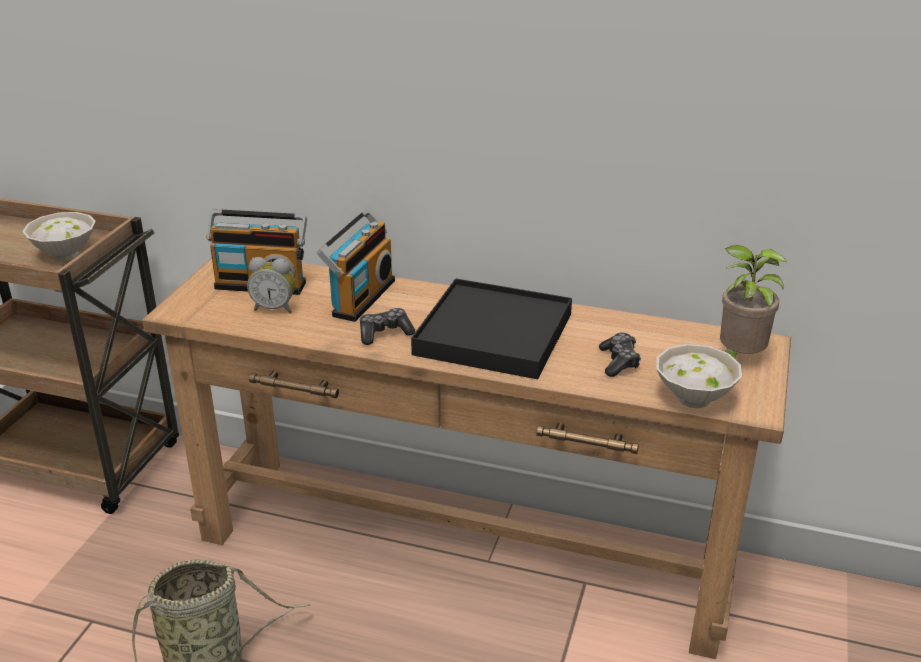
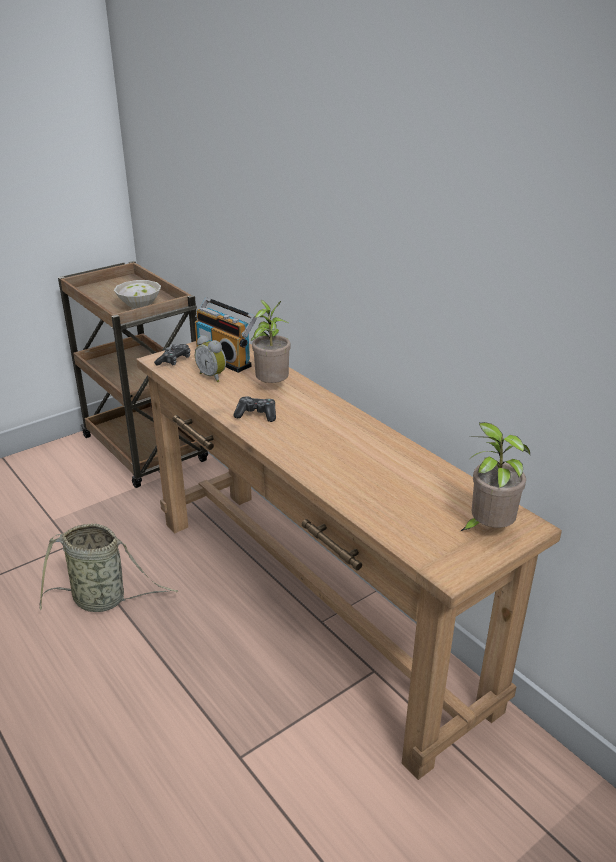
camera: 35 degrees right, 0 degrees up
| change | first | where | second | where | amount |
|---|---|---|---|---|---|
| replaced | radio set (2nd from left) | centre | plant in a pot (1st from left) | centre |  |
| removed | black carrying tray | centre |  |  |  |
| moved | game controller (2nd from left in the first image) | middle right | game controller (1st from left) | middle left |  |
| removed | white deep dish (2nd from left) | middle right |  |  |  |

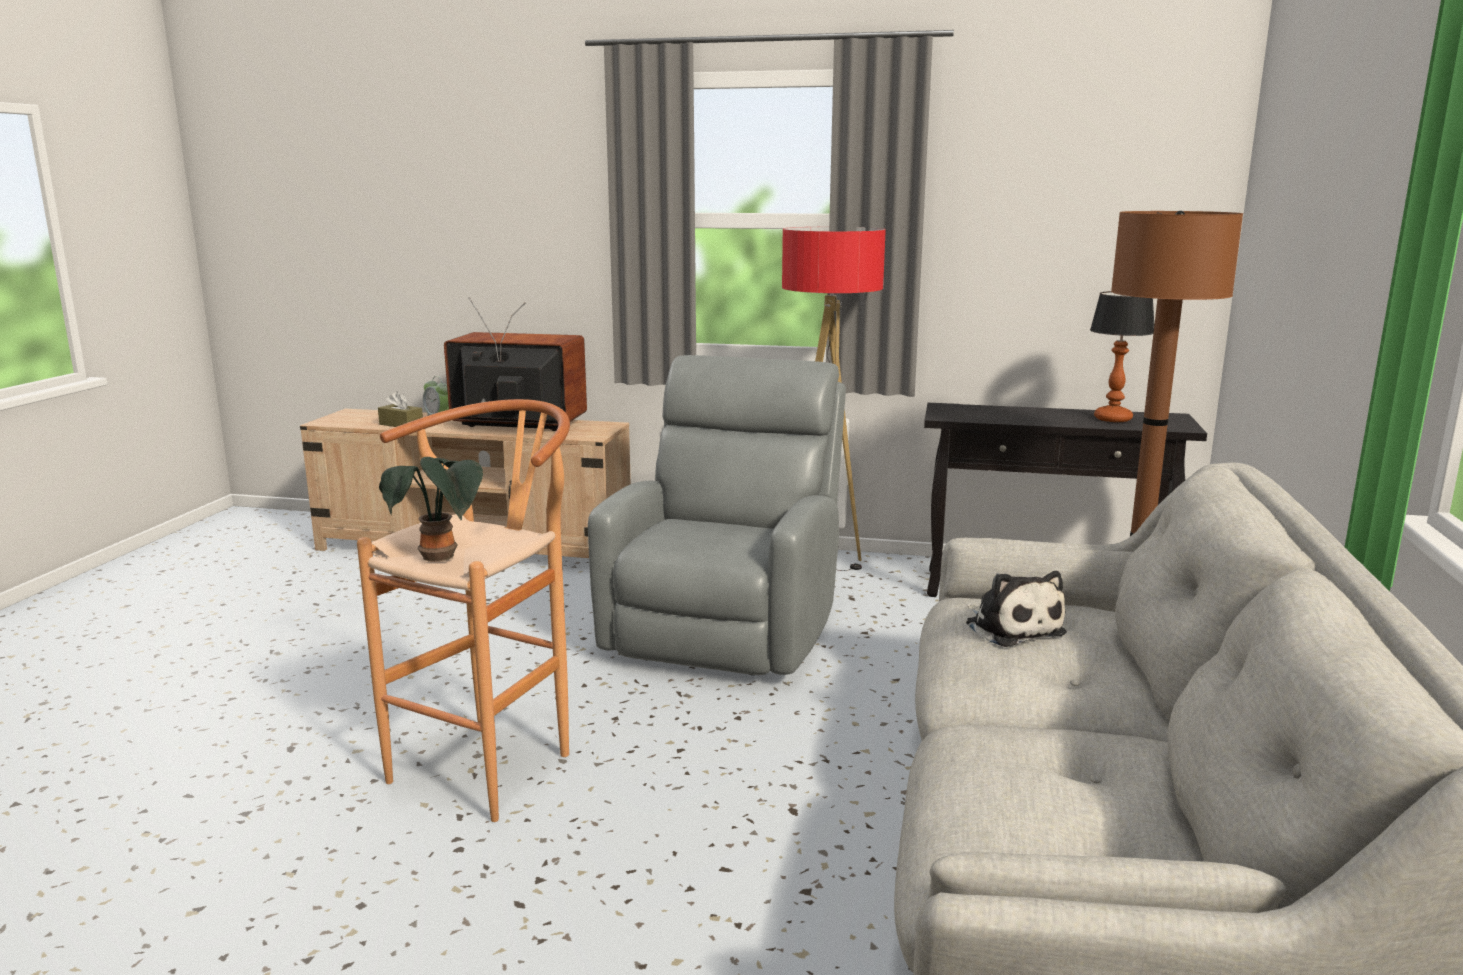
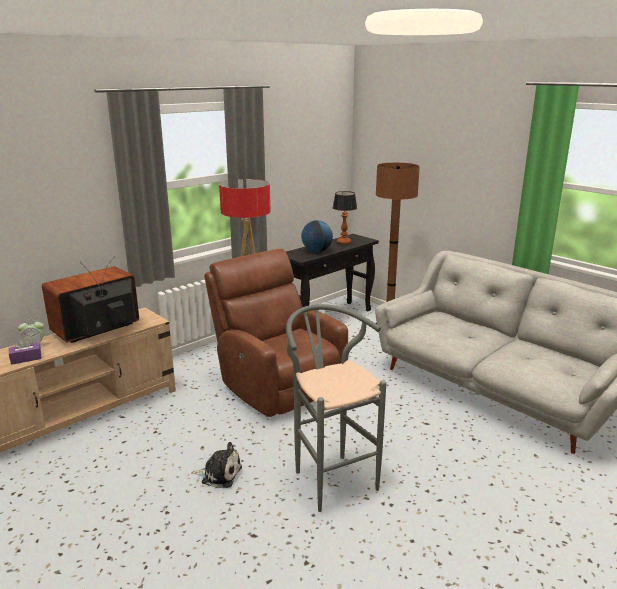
camera: 55 degrees left, 5 degrees up
| change | first | where | second | where | amount |
|---|---|---|---|---|---|
| recoloured | gray easy chair | centre | brown easy chair | centre |  |
| recoloured | brown box of tissues | middle left | purplish box of tissues | middle left |  |
| recoloured | brown sitting stool | middle left | gray sitting stool | bottom centre |  |
| removed | plant in a pot | middle left |  |  |  |
| moved | cuddly toy | middle right |  | bottom centre |  |
| added |  |  | globe | centre |  |

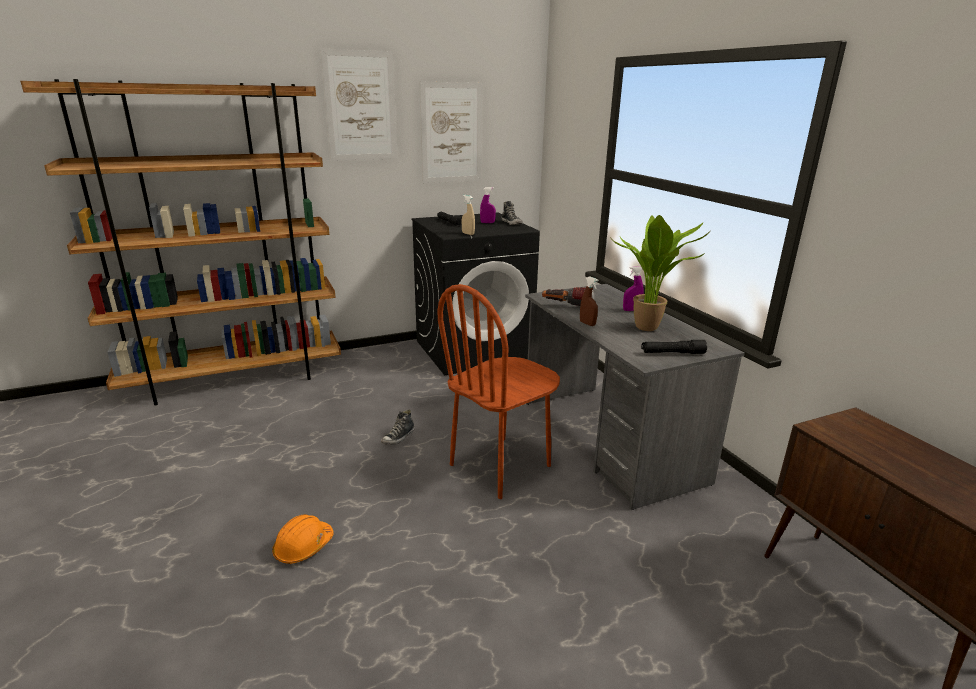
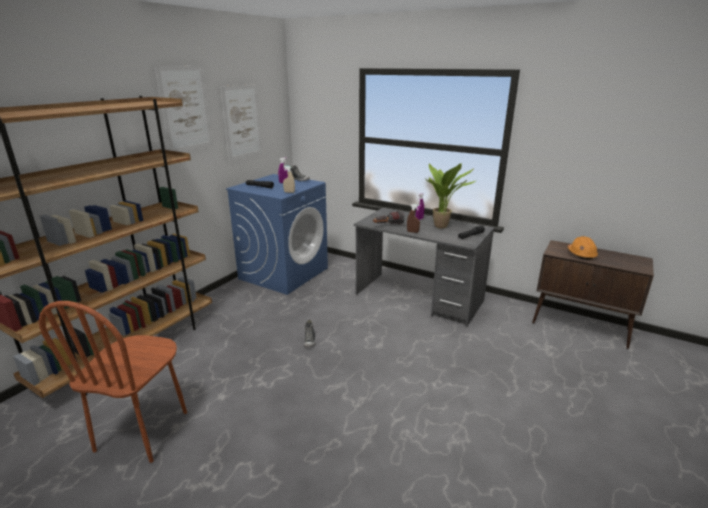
camera: 35 degrees left, 0 degrees up
| change | first | where | second | where | amount |
|---|---|---|---|---|---|
| recoloured | black laundry machine | centre | bluish laundry machine | centre |  |
| moved | brown upright chair | centre |  | bottom left |  |
| moved | orange-coloured work helmet | bottom left |  | middle right |  |

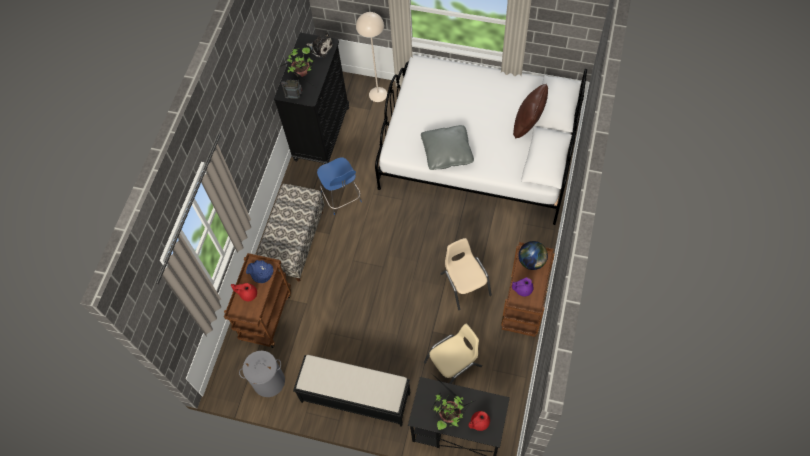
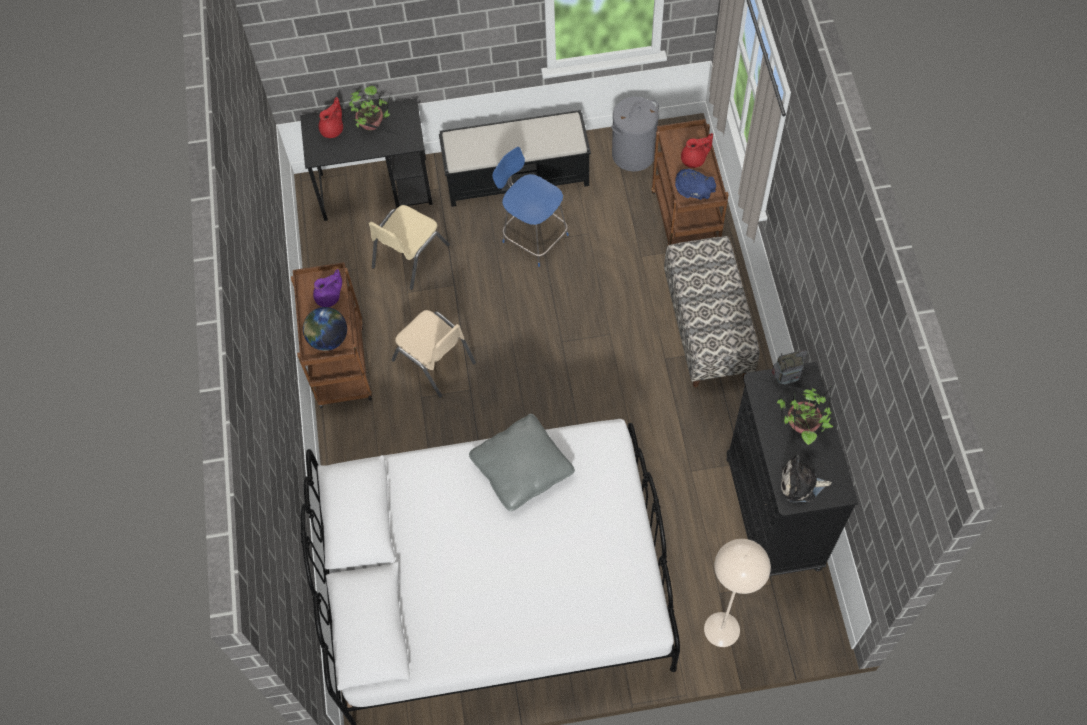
camera: 155 degrees right, 0 degrees up
| change | first | where | second | where | amount |
|---|---|---|---|---|---|
| removed | brown cushion | top centre |  |  |  |
| moved | bluish upright chair | centre |  | top centre |  |

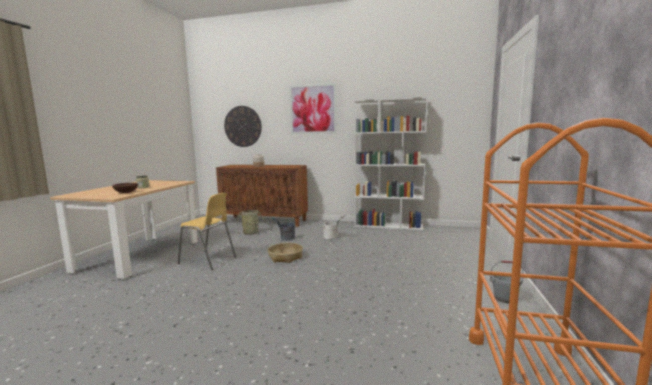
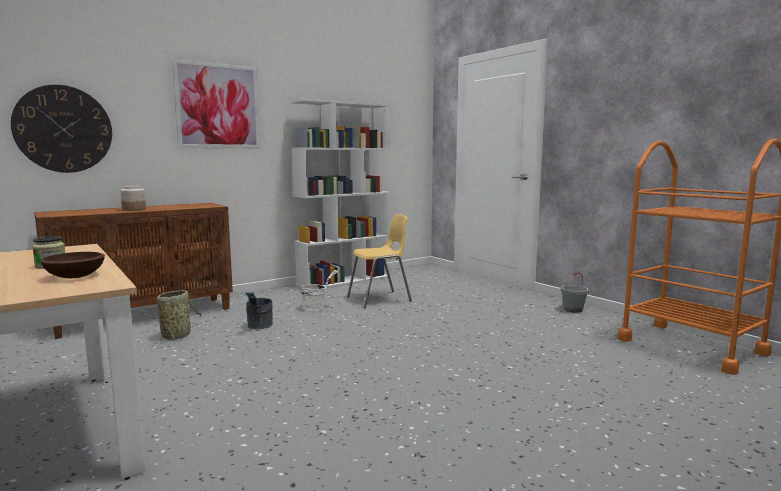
camera: 50 degrees left, 0 degrees up
| change | first | where | second | where | amount |
|---|---|---|---|---|---|
| moved | yellowish upright chair | middle left |  | centre |  |
| removed | household basket (2nd from left) | centre |  |  |  |

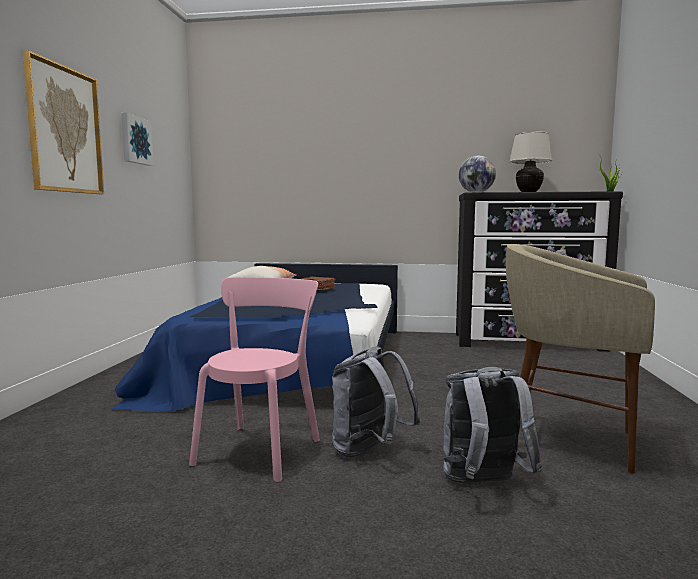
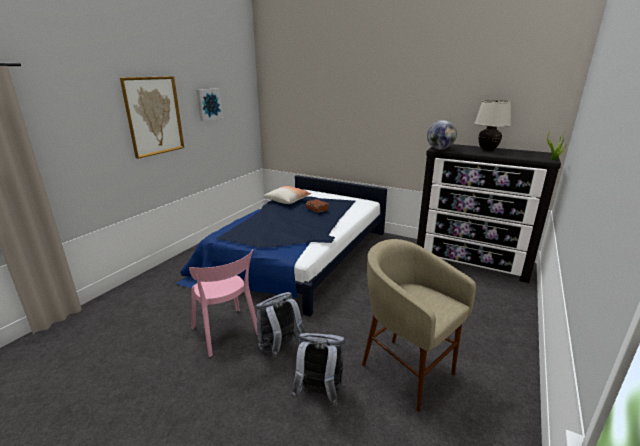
camera: 20 degrees right, 15 degrees up
| change | first | where | second | where | amount |
|---|---|---|---|---|---|
| turned | pinkish upright chair | centre |  | bottom centre | 105 degrees clockwise |

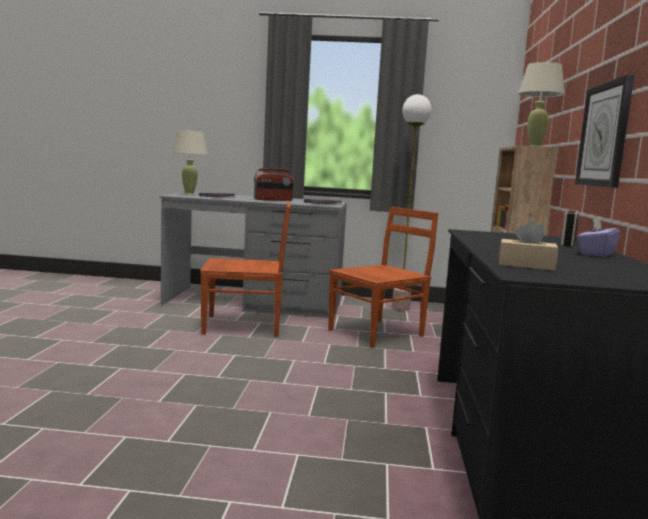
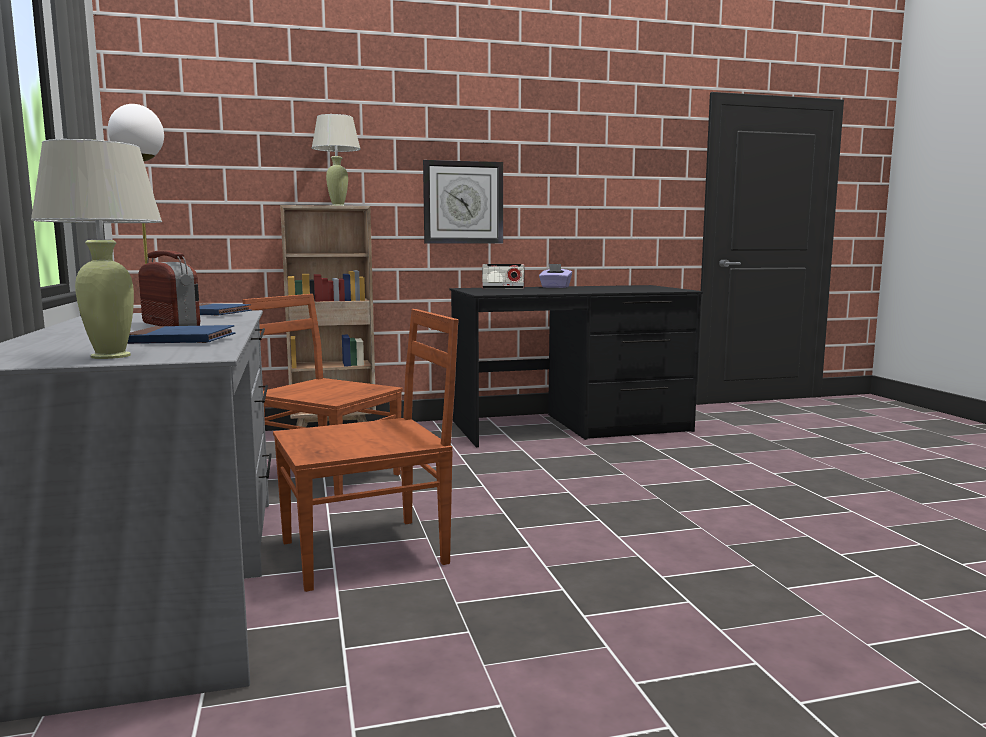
camera: 110 degrees left, 0 degrees up
| change | first | where | second | where | amount |
|---|---|---|---|---|---|
| turned | brown upright chair (1st from left in the first image) | centre | brown upright chair (2nd from left) | centre | 90 degrees clockwise |
| removed | beige-coloured box of tissues | middle right |  |  |  |

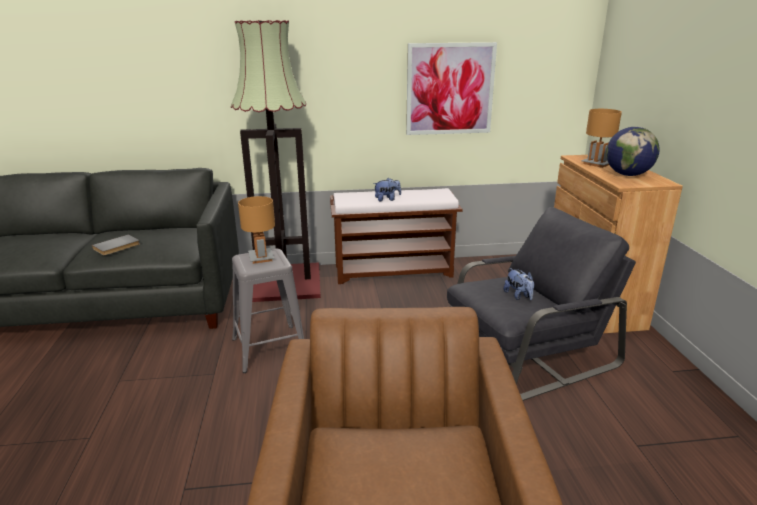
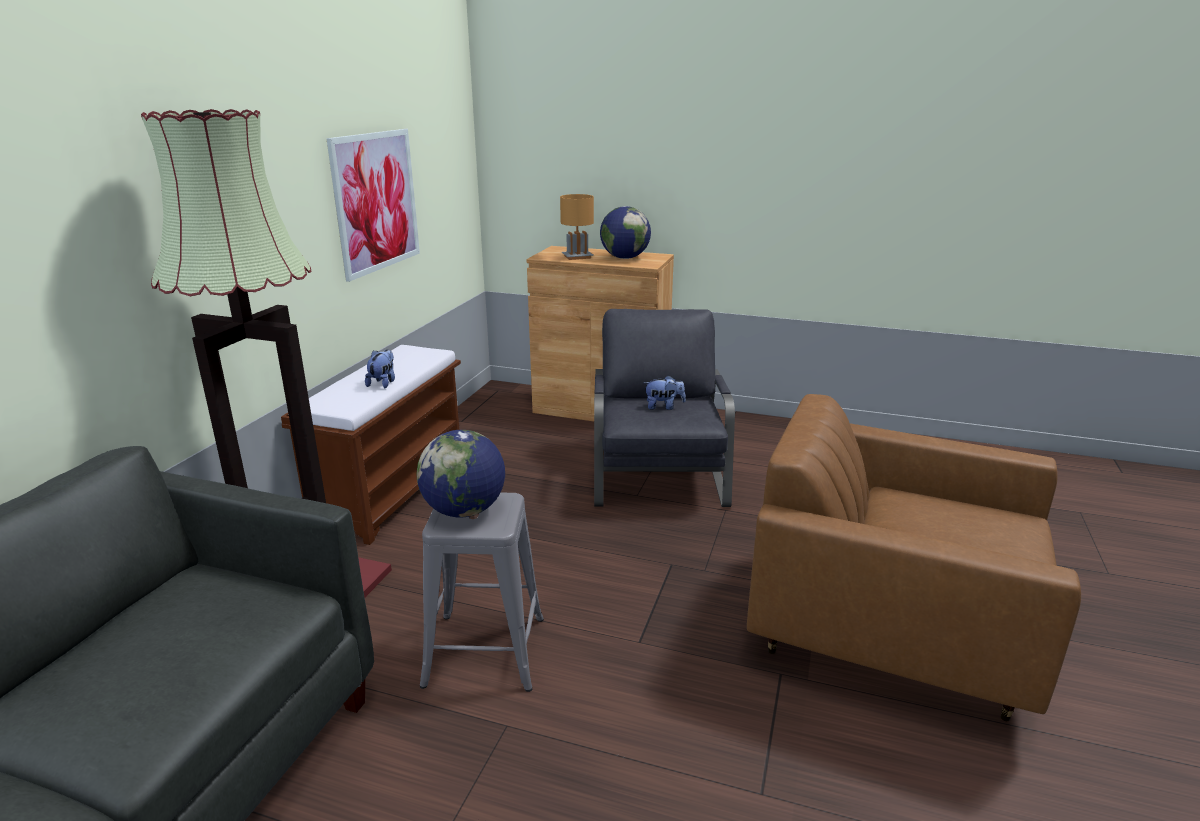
camera: 65 degrees left, 0 degrees up
| change | first | where | second | where | amount |
|---|---|---|---|---|---|
| replaced | brown tabletop lamp (1st from left) | centre | globe (1st from left) | centre |  |
| removed | gray book | middle left |  |  |  |

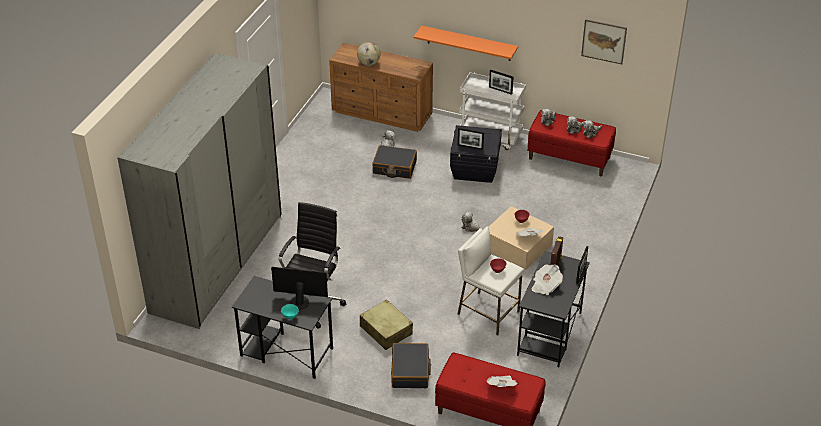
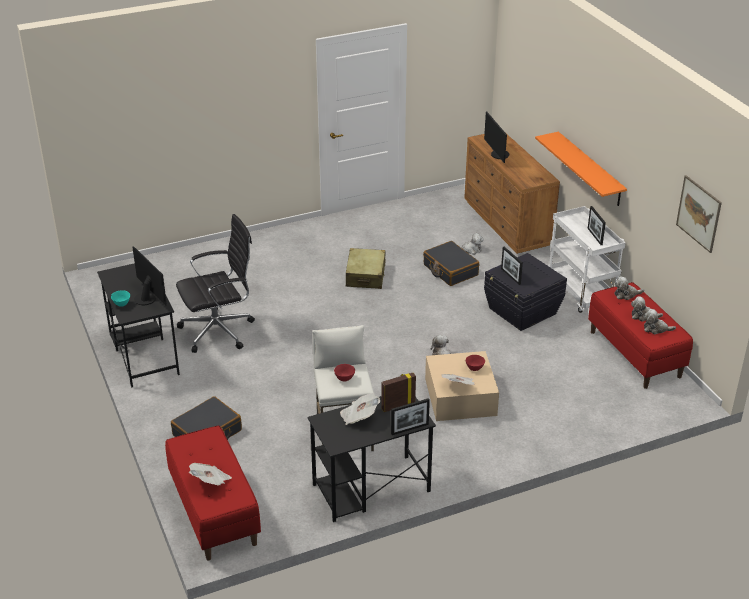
camera: 45 degrees right, 5 degrees down
| change | first | where | second | where | amount |
|---|---|---|---|---|---|
| replaced | globe | top centre | monitor (2nd from left) | top centre |  |
| removed | gray armoire | middle left |  |  |  |
| moved | beige-coloured suitcase | bottom centre |  | centre |  |

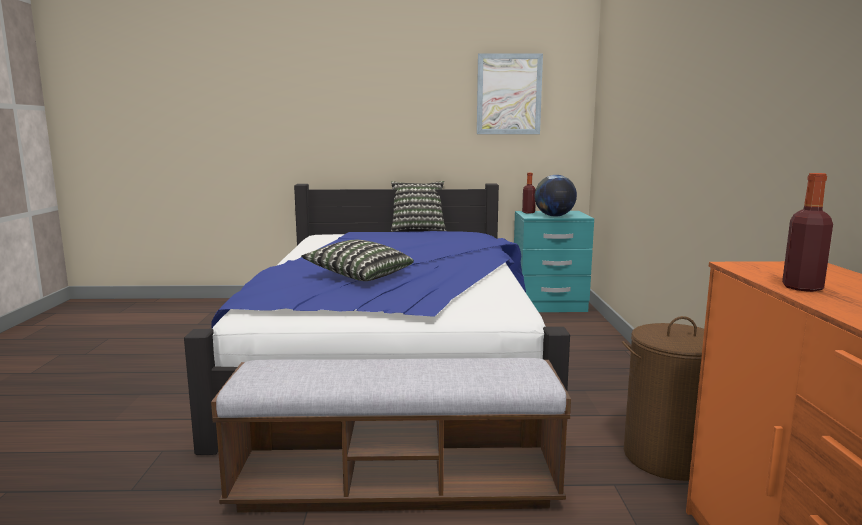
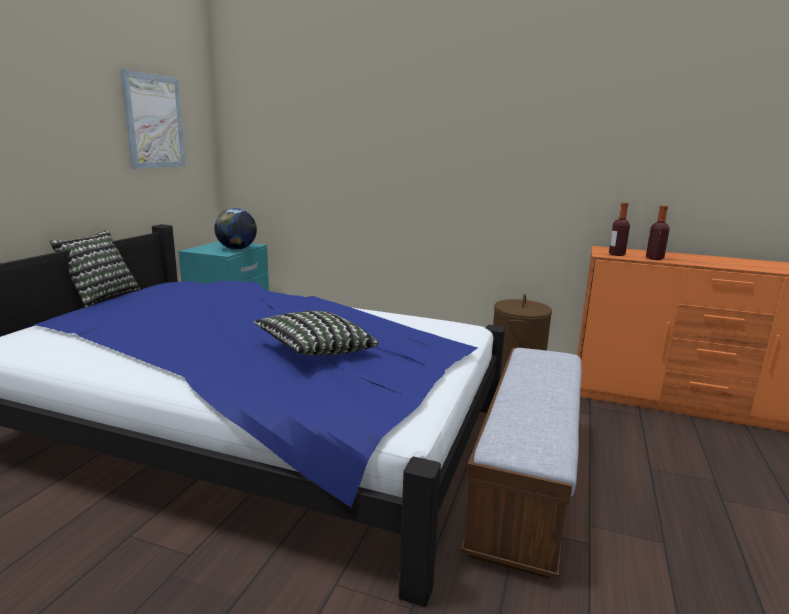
camera: 70 degrees left, 5 degrees up
| change | first | where | second | where | amount |
|---|---|---|---|---|---|
| moved | drink bottle (1st from left) | centre |  | middle right |  |

